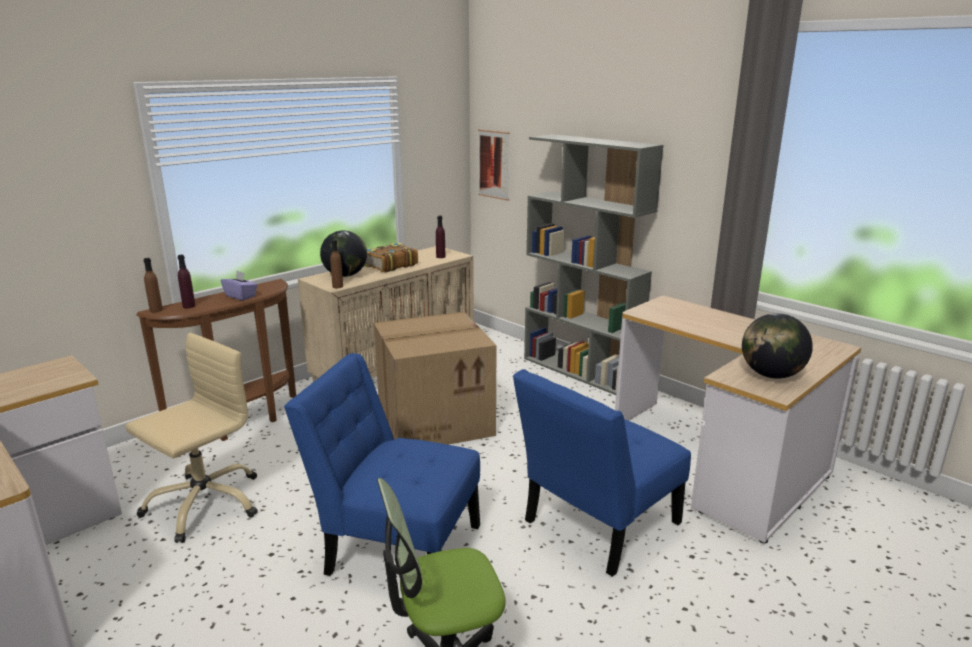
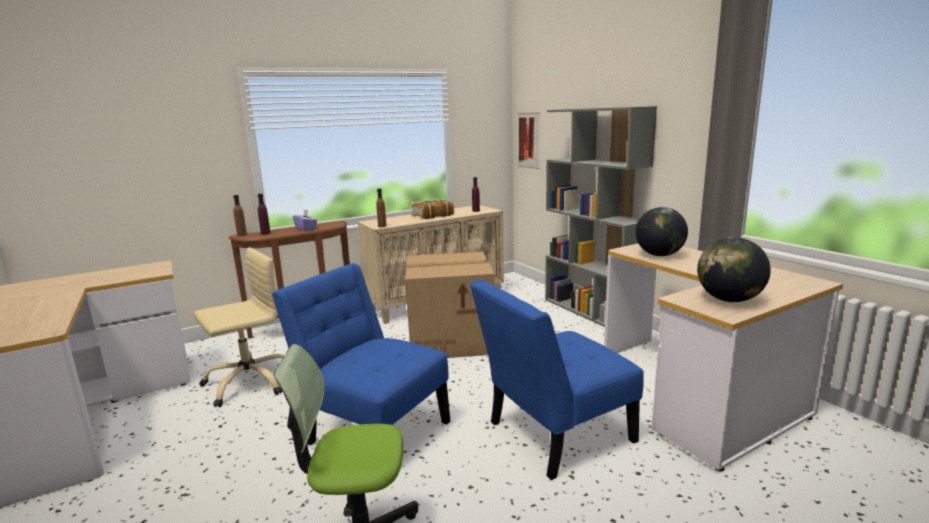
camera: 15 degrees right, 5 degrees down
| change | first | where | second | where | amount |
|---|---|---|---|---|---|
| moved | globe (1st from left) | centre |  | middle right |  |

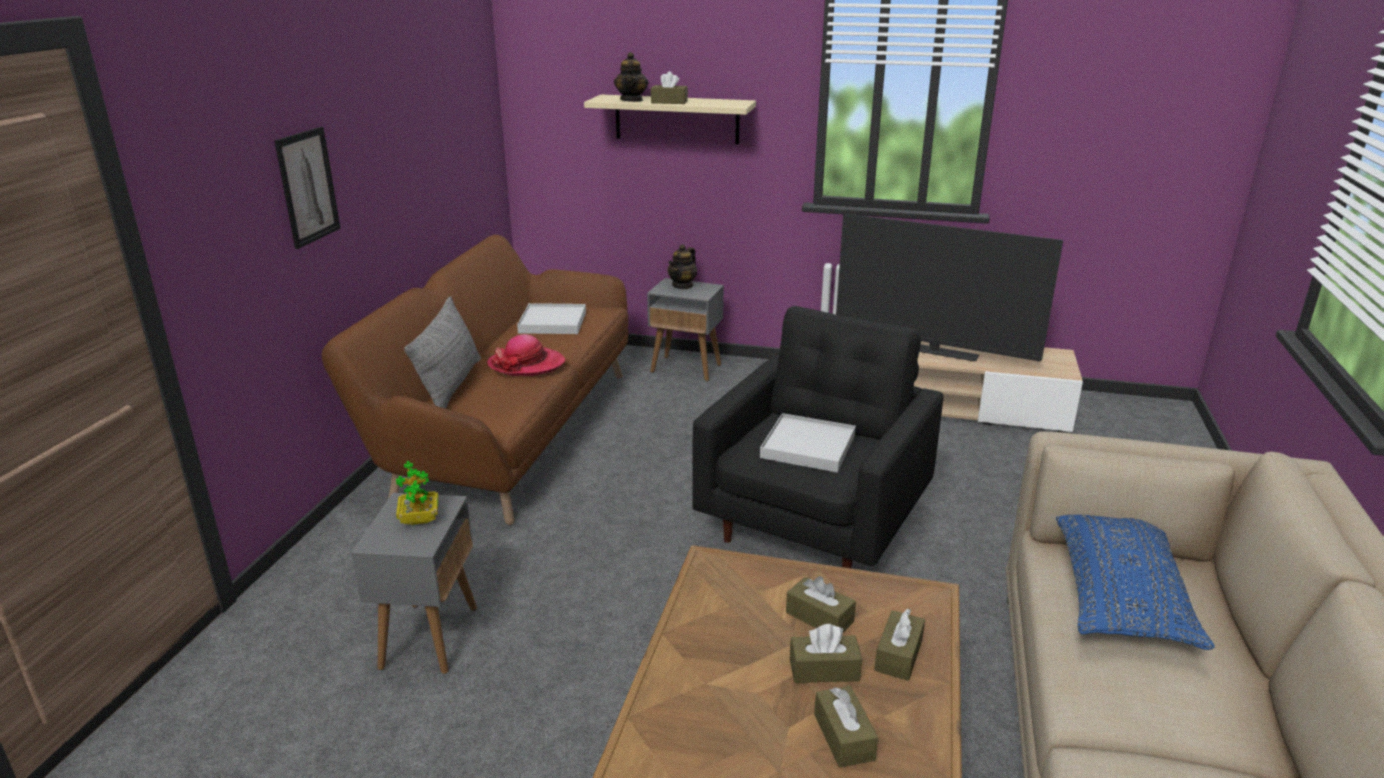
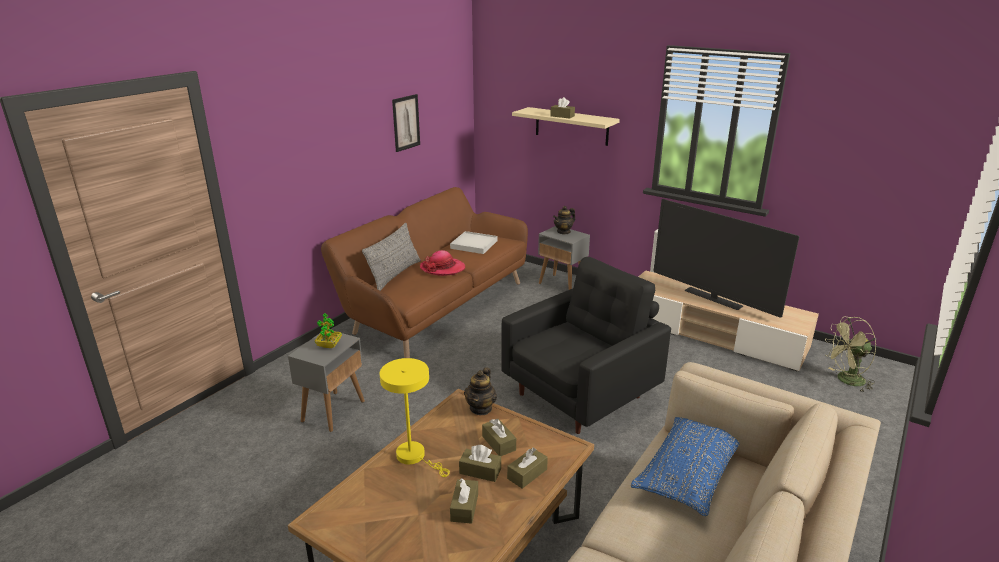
camera: 20 degrees right, 0 degrees up
| change | first | where | second | where | amount |
|---|---|---|---|---|---|
| moved | pot for tea (1st from left) | top centre |  | bottom centre |  |
| moved | wall art | top left |  | top centre |  |
| removed | white carrying tray (2nd from left) | centre |  |  |  |
| added |  |  | green fan | middle right |  |
| added |  |  | yellowish tabletop lamp | bottom centre |  |

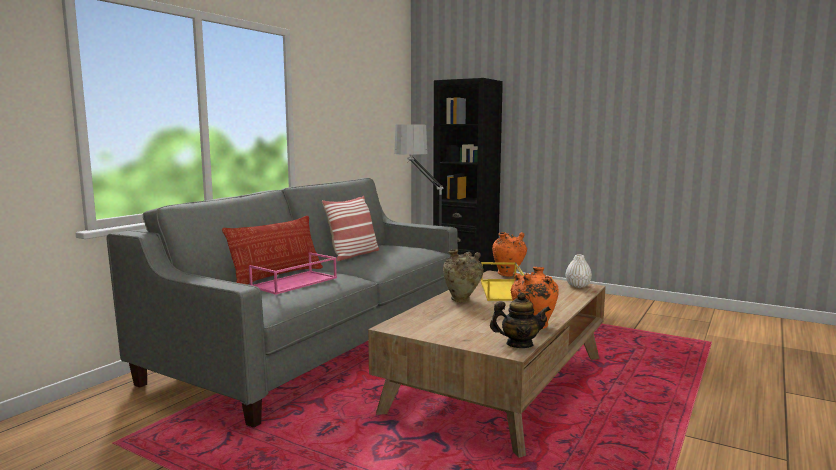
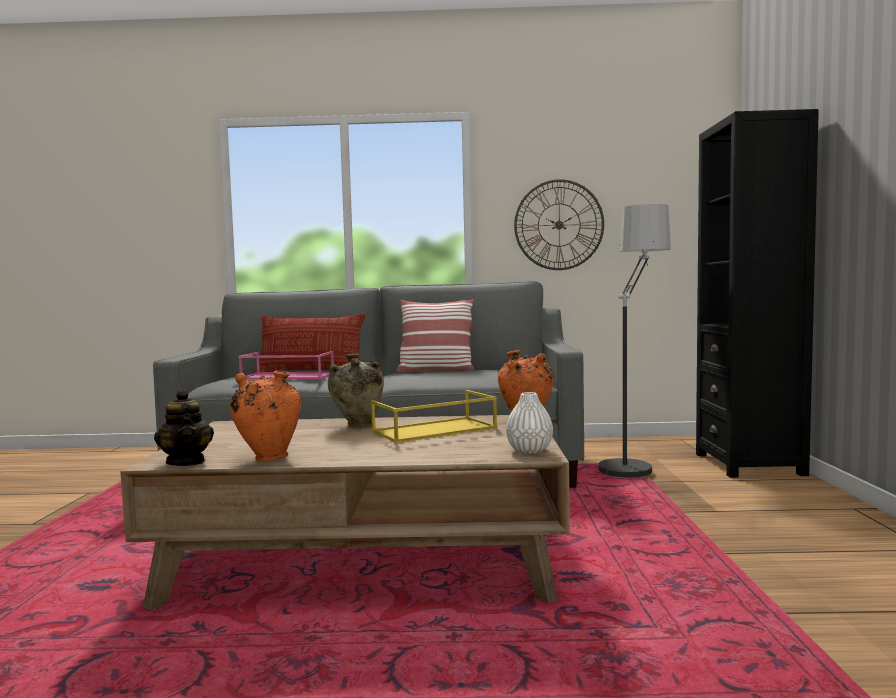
camera: 60 degrees right, 5 degrees down
| change | first | where | second | where | amount |
|---|---|---|---|---|---|
| added |  |  | wall clock | top centre |  |

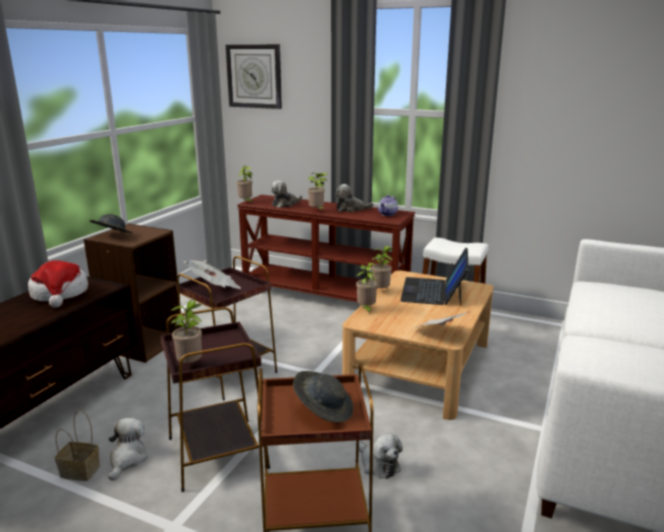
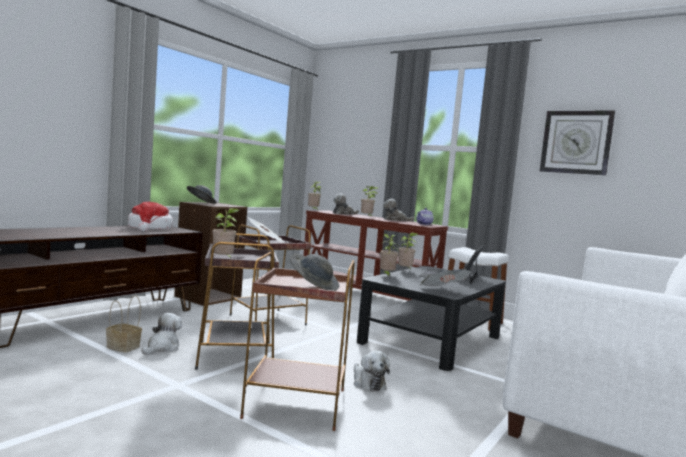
camera: 10 degrees right, 15 degrees down
| change | first | where | second | where | amount |
|---|---|---|---|---|---|
| moved | wall clock | top centre |  | top right |  |
| recoloured | beige-coloured coffee table | centre | black coffee table | bottom centre |  |

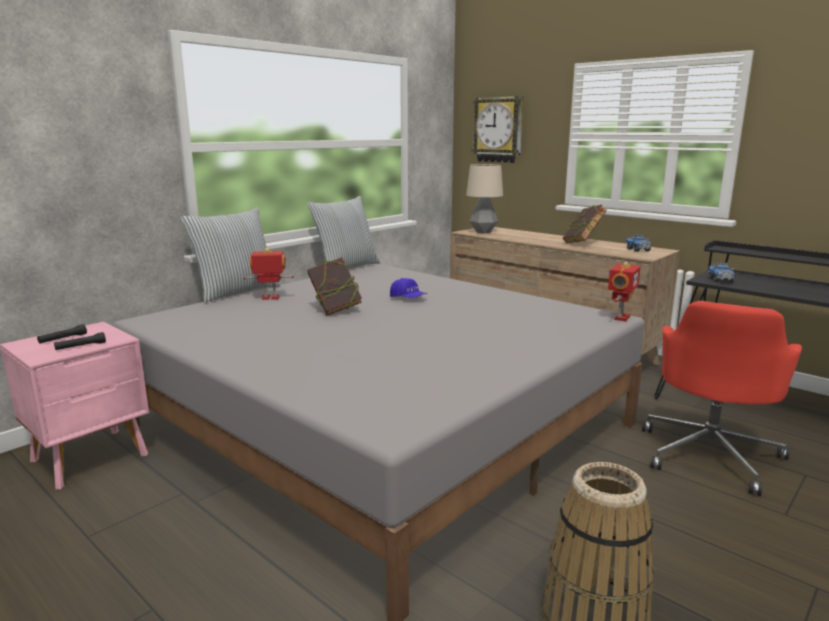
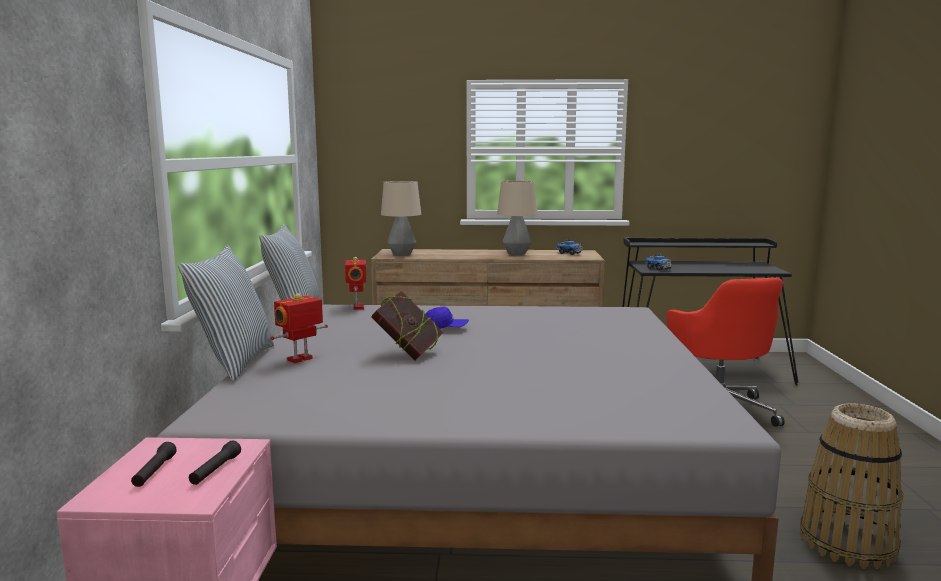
camera: 40 degrees left, 5 degrees down
| change | first | where | second | where | amount |
|---|---|---|---|---|---|
| removed | wall clock | top centre |  |  |  |
| replaced | book (2nd from left) | middle right | tabletop lamp (2nd from left) | centre |  |
| moved | robot figure (2nd from left) | middle right |  | centre |  |

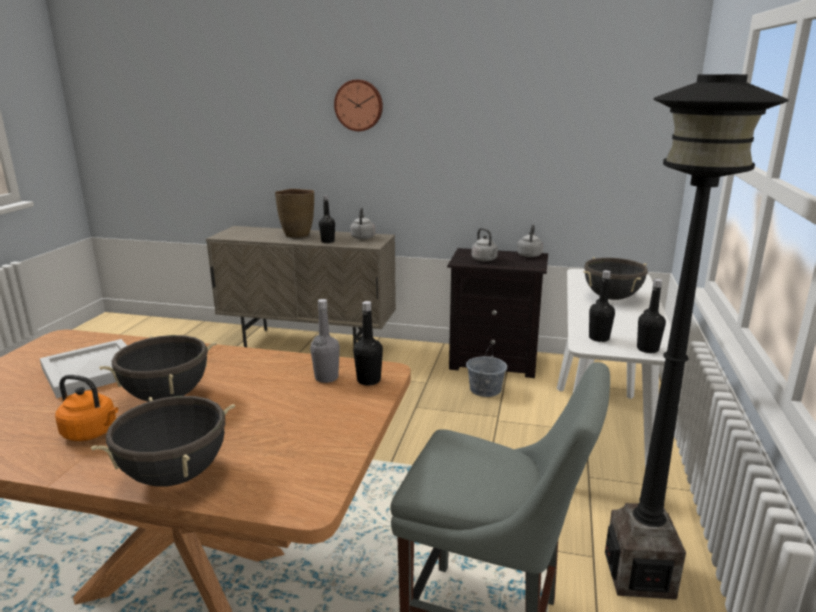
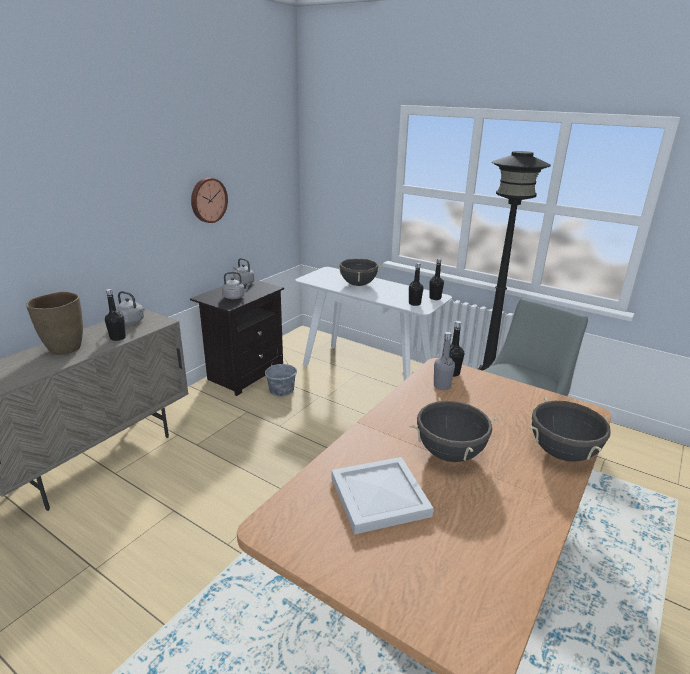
camera: 70 degrees left, 5 degrees up
| change | first | where | second | where | amount |
|---|---|---|---|---|---|
| moved | wall clock | top centre |  | top left |  |
| removed | orange-coloured water kettle | bottom left |  |  |  |

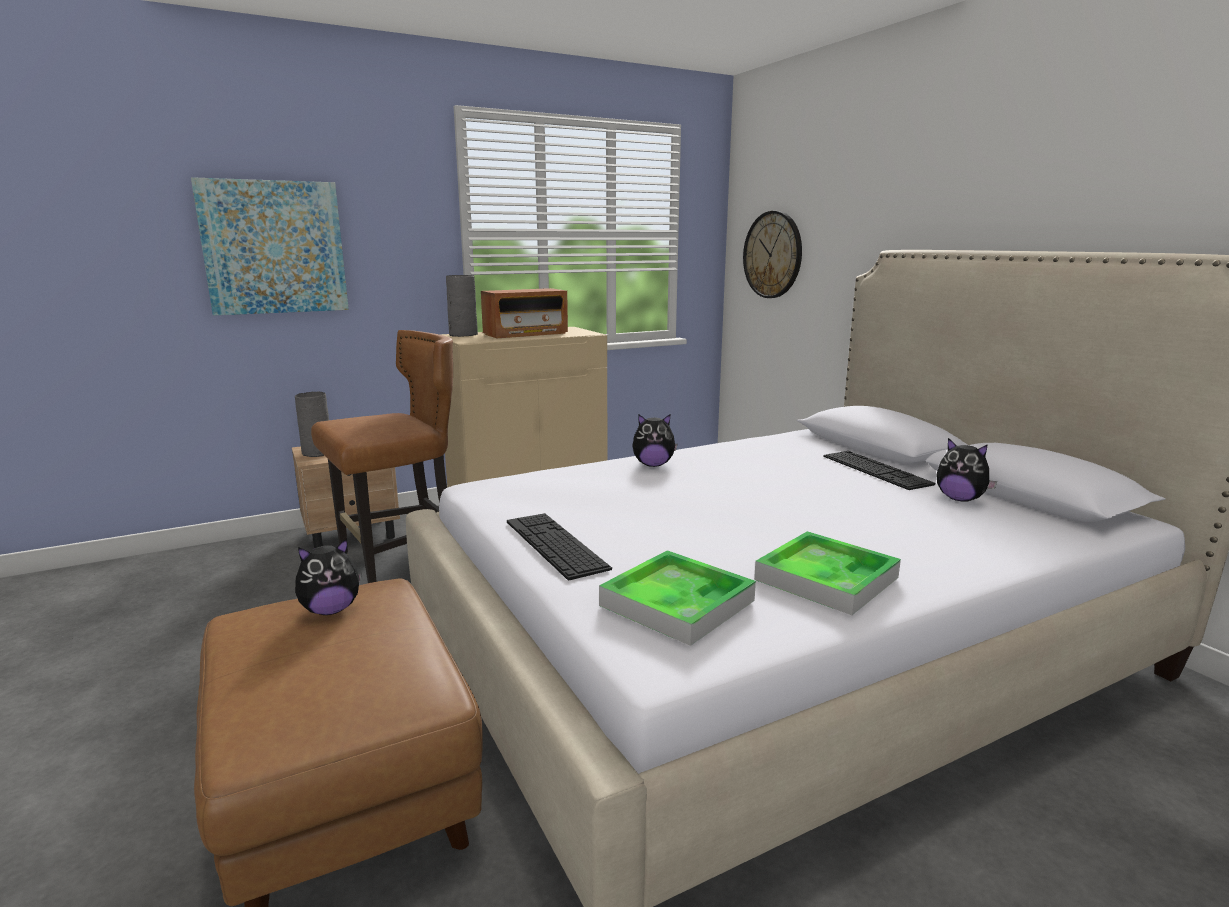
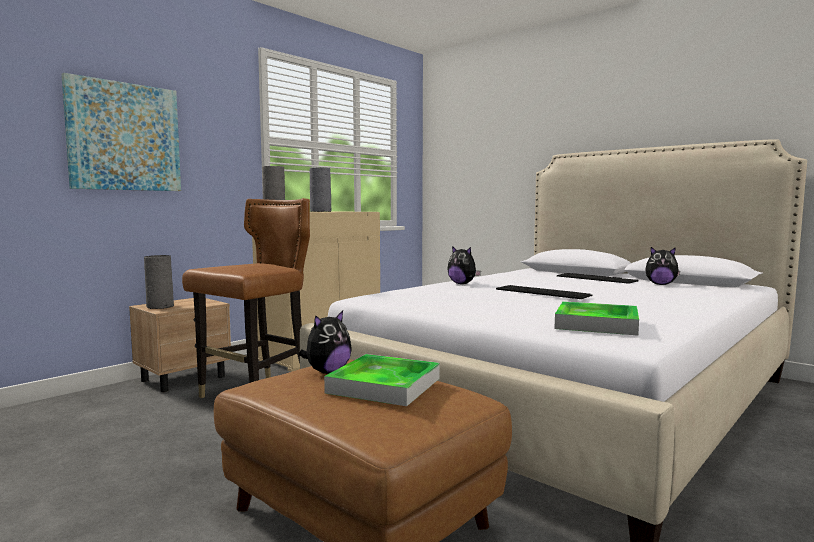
camera: 20 degrees left, 10 degrees down
| change | first | where | second | where | amount |
|---|---|---|---|---|---|
| removed | wall clock | top centre |  |  |  |
| replaced | radio set | centre | gray decorative vase (3rd from left) | centre |  |
| turned | cuddly toy (2nd from left) | centre |  | centre | 60 degrees clockwise |
| moved | PC keyboard (1st from left) | centre |  | middle right |  |
| moved | carrying tray (2nd from left in the first image) | middle right | carrying tray (1st from left) | bottom centre |  |

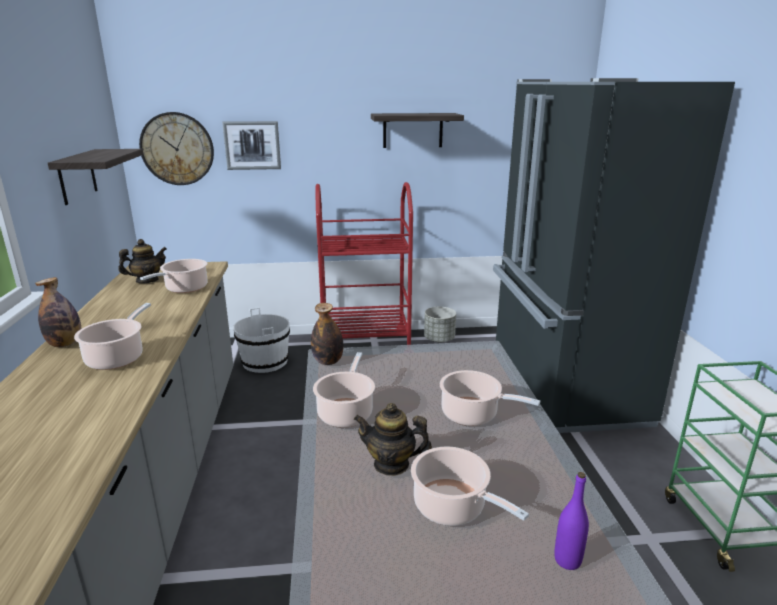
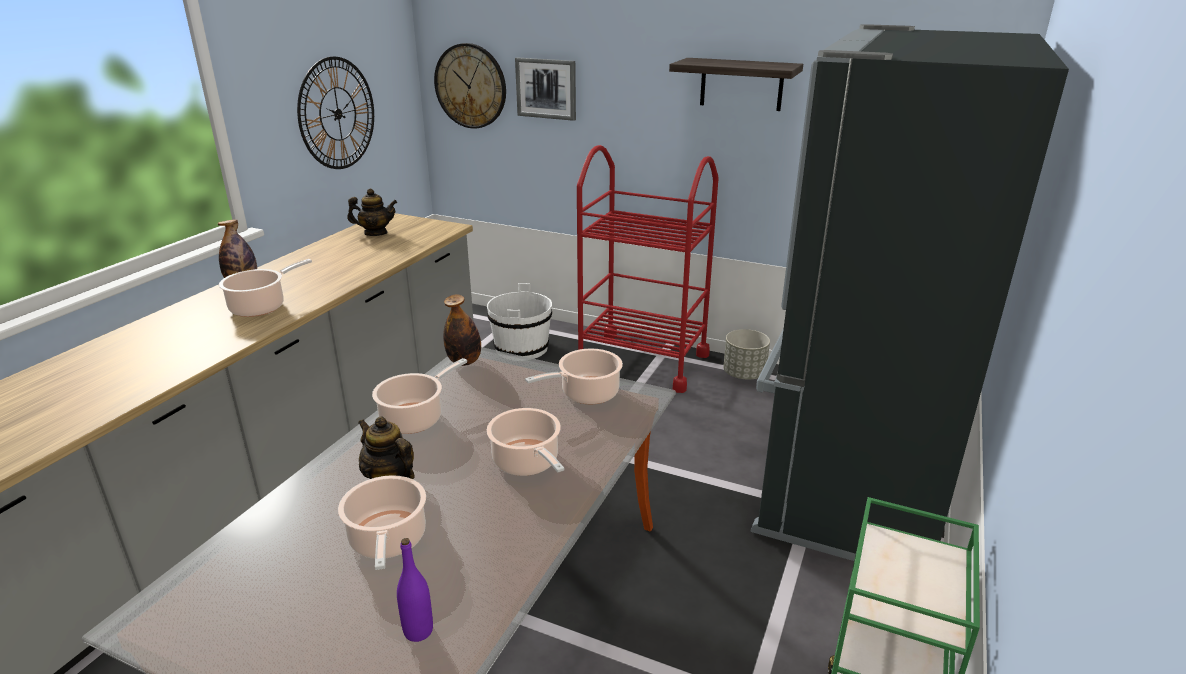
camera: 30 degrees right, 5 degrees up
| change | first | where | second | where | amount |
|---|---|---|---|---|---|
| replaced | shelf (1st from left) | top left | wall clock (1st from left) | top left |  |
| moved | stockpot (2nd from left in the first image) | middle left | stockpot (5th from left) | centre |  |

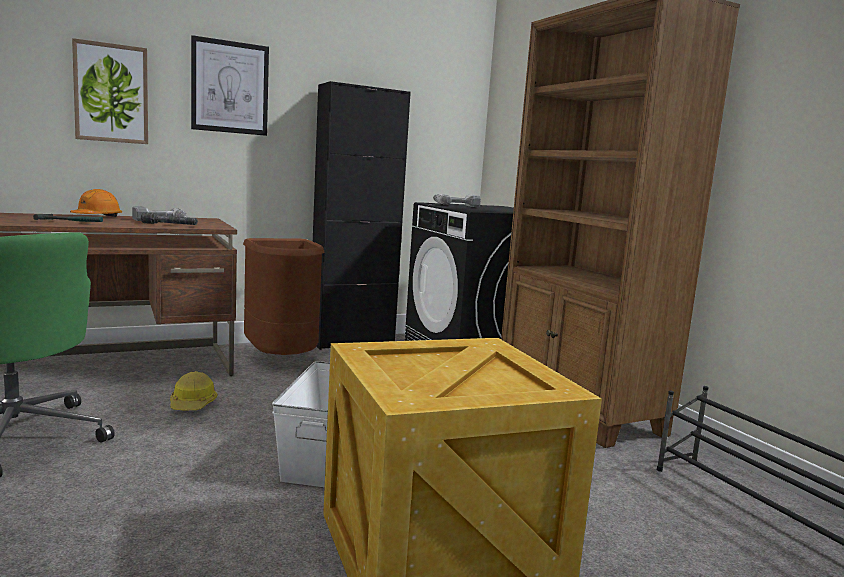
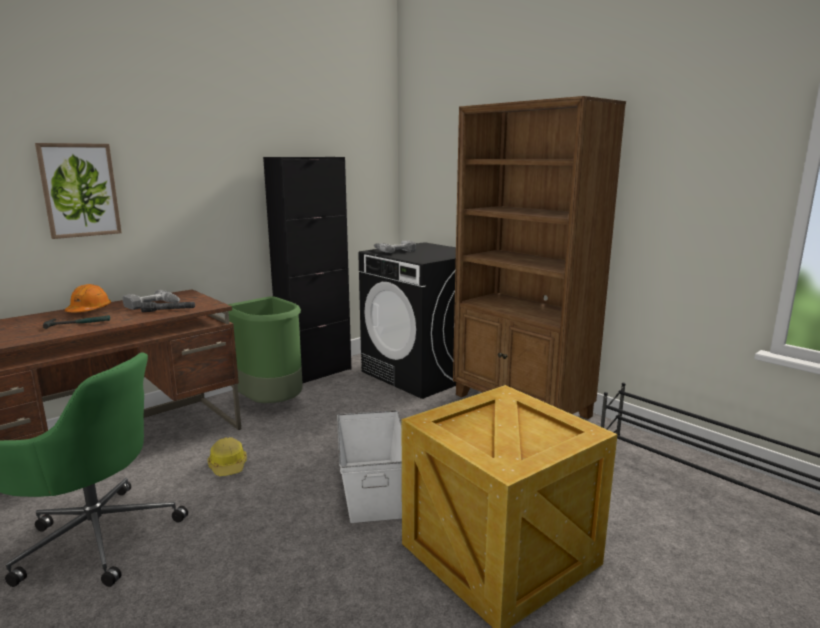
camera: 15 degrees left, 5 degrees up
| change | first | where | second | where | amount |
|---|---|---|---|---|---|
| removed | wall art (2nd from left) | top left |  |  |  |
| recoloured | brown trash can | centre | green trash can | middle left |  |

